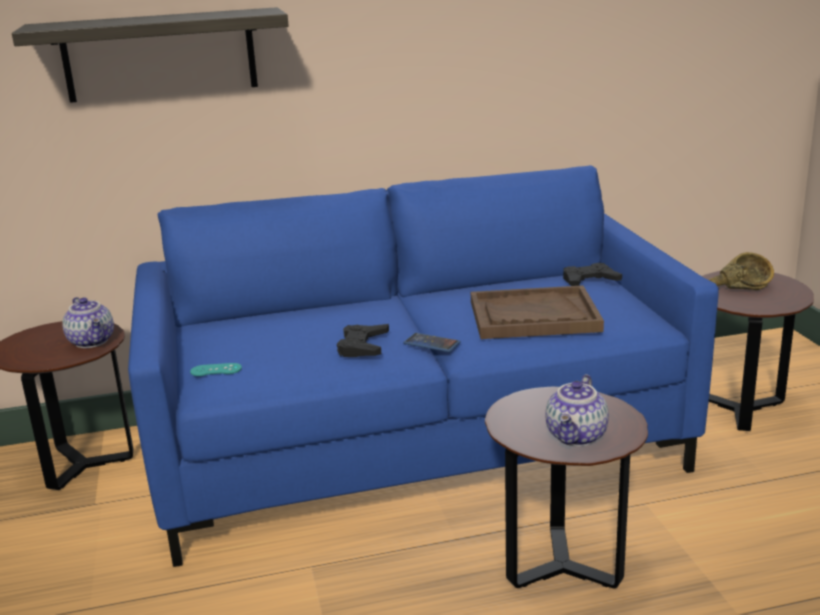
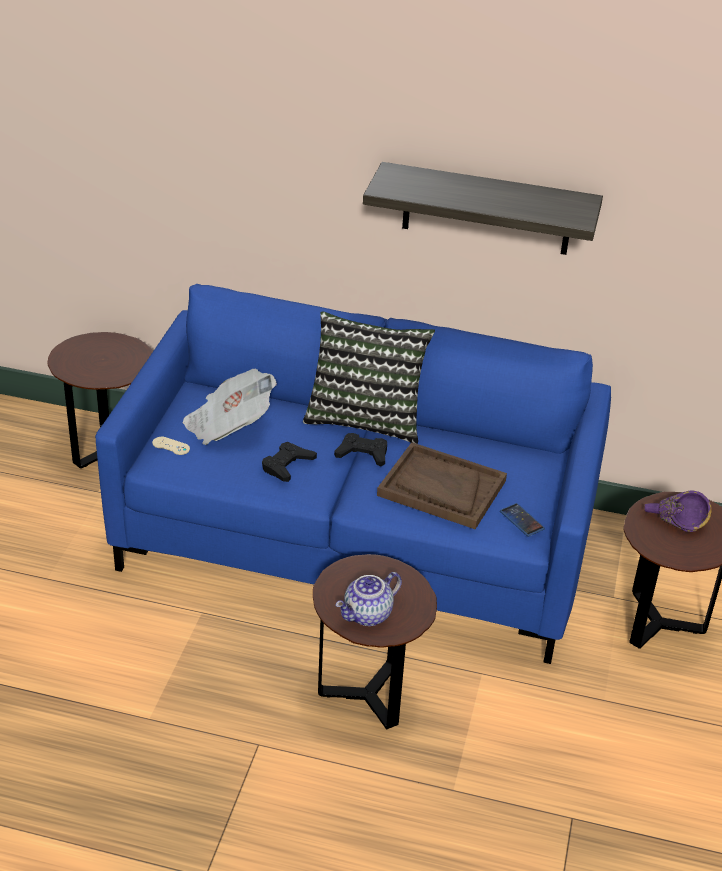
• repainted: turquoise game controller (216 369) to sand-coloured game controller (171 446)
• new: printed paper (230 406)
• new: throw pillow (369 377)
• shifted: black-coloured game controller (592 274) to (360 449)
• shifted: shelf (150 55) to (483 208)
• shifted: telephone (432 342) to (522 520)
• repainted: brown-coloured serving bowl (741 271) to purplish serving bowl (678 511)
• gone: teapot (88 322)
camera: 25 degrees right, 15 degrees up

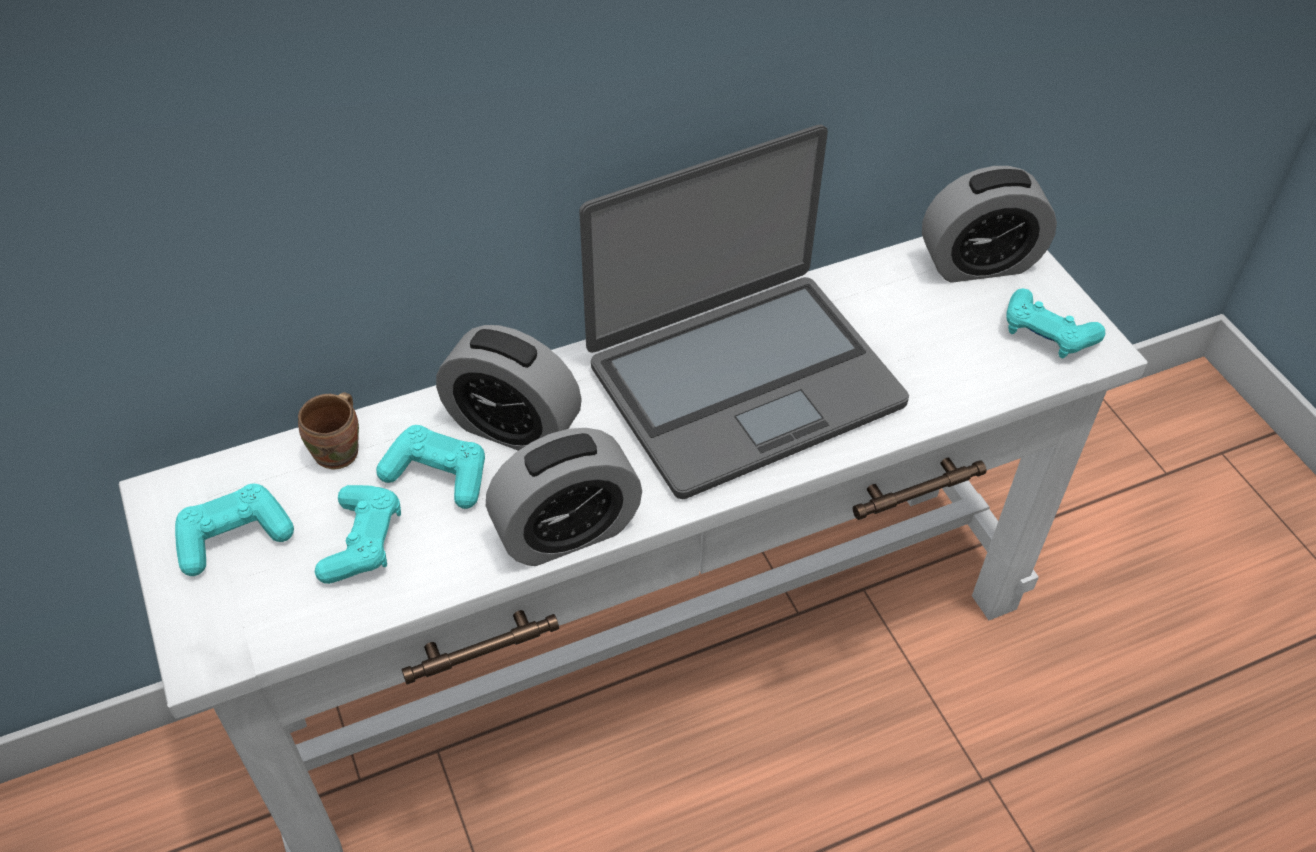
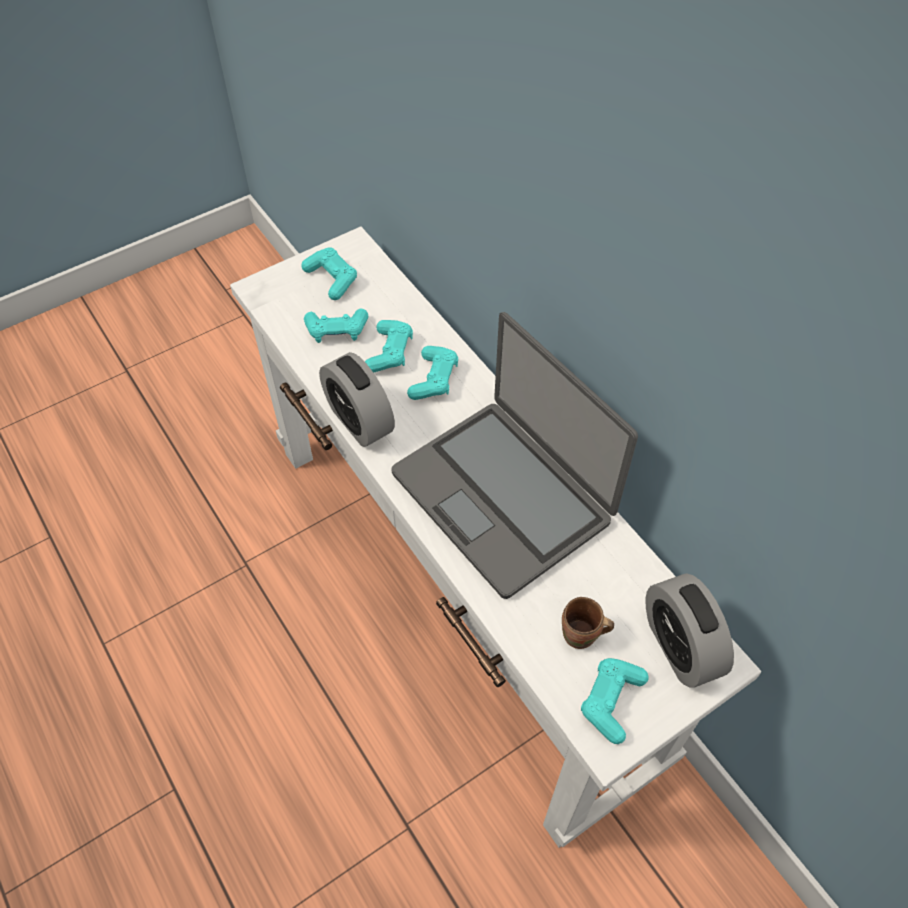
• swapped: table clock (509 388) to turquoise game controller (432 373)
• shifted: brown-coloured tea mug (328 430) to (588 623)
camera: 80 degrees right, 5 degrees up

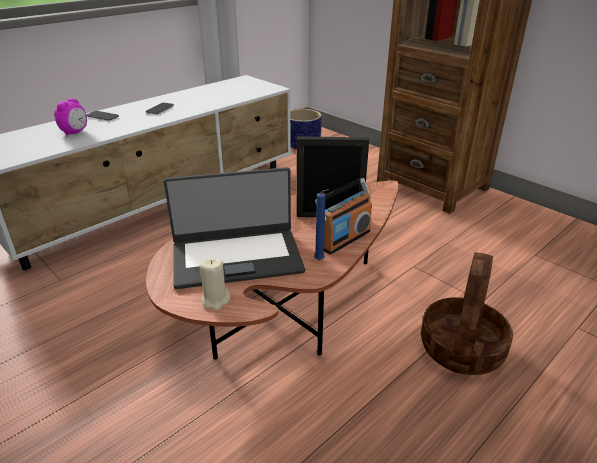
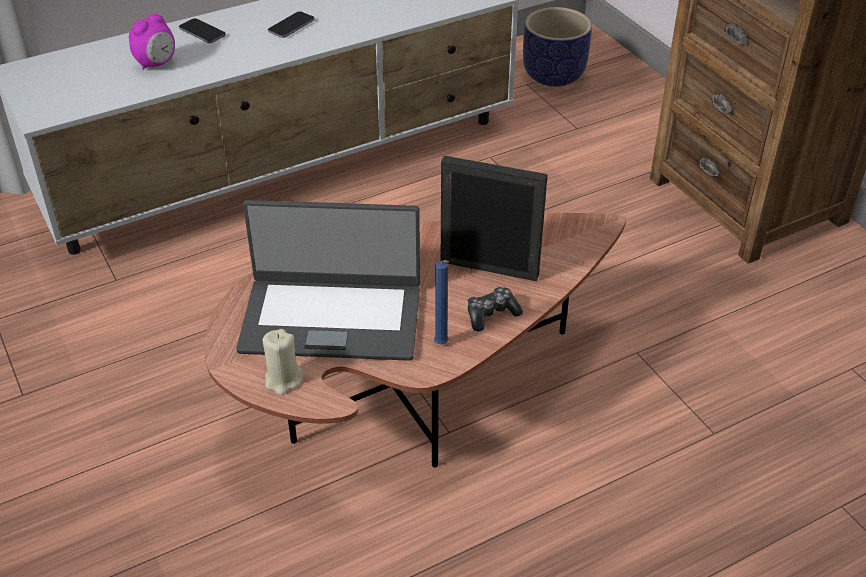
• swapped: radio (343 216) to game controller (495 309)
• gone: household basket (467 313)
camera: 15 degrees right, 10 degrees up

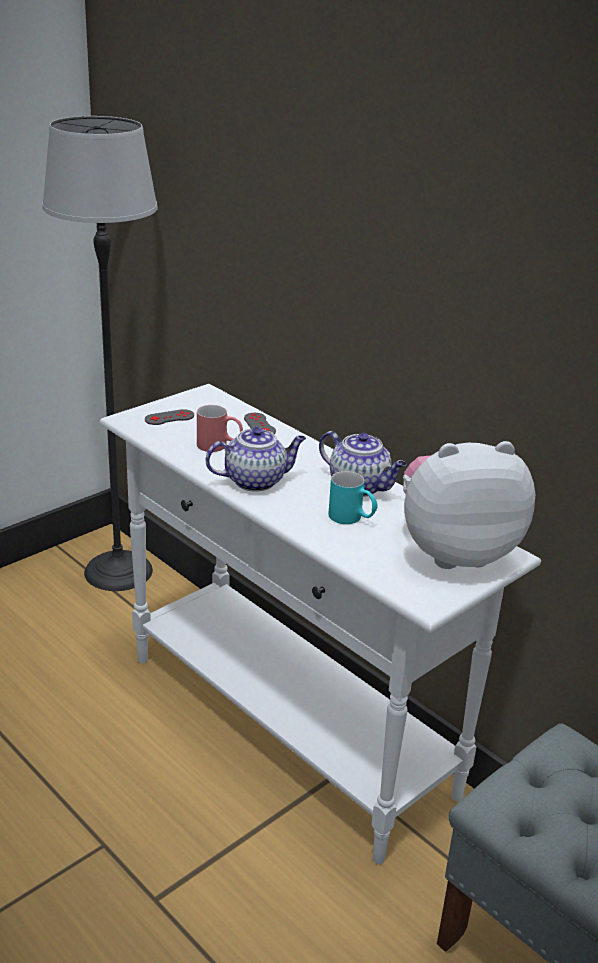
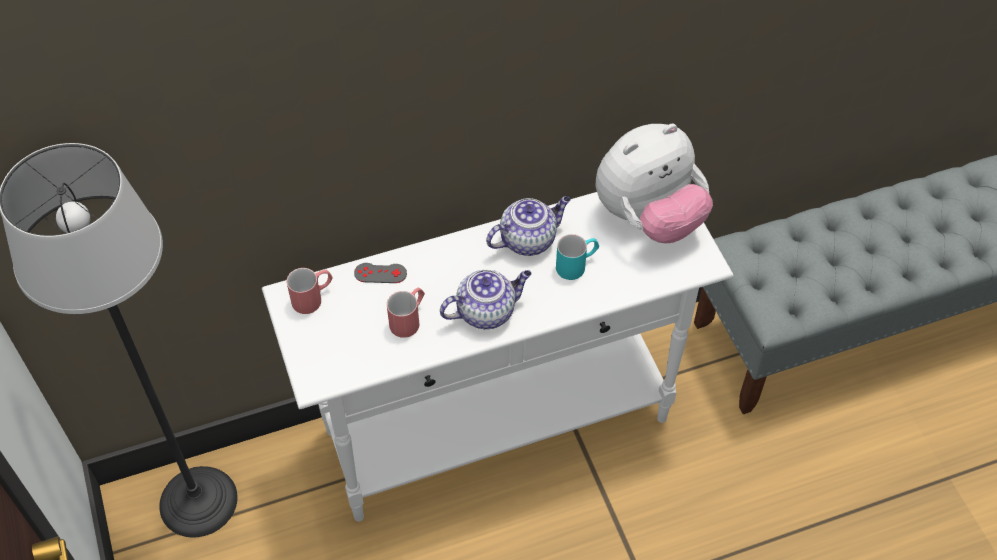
• new: red-coloured tea mug (309 291)
• rotated: teapot (256 459) = (485 299) 60 degrees clockwise
• rotated: soft toy (469 505) = (654 183) 135 degrees counterclockwise
• gone: gray game controller (169 417)
camera: 65 degrees left, 25 degrees up

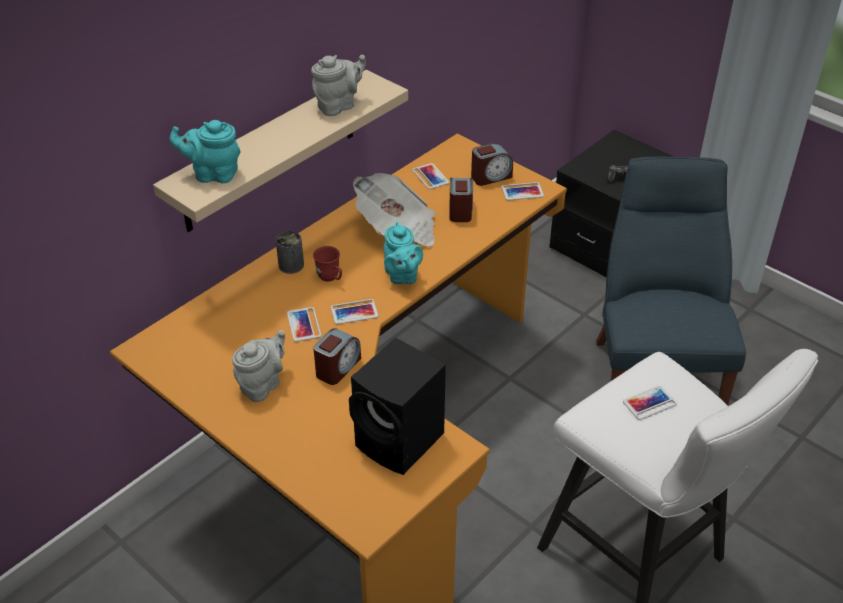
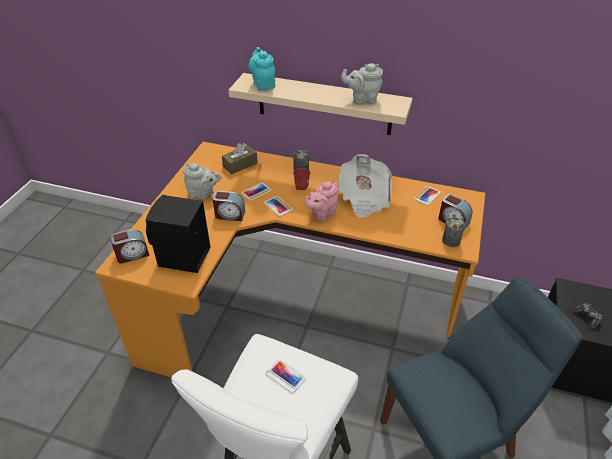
• shifted: table clock (461 200) to (129 246)
• new: brown-coloured box of tissues (240 158)
• repainted: turquoise teapot (403 253) to pink-coloured teapot (321 200)
• rotated: gray teapot (338 85) = (362 84) 150 degrees clockwise
• swapped: telephone (523 191) to metal can (453 232)
camera: 65 degrees right, 0 degrees up

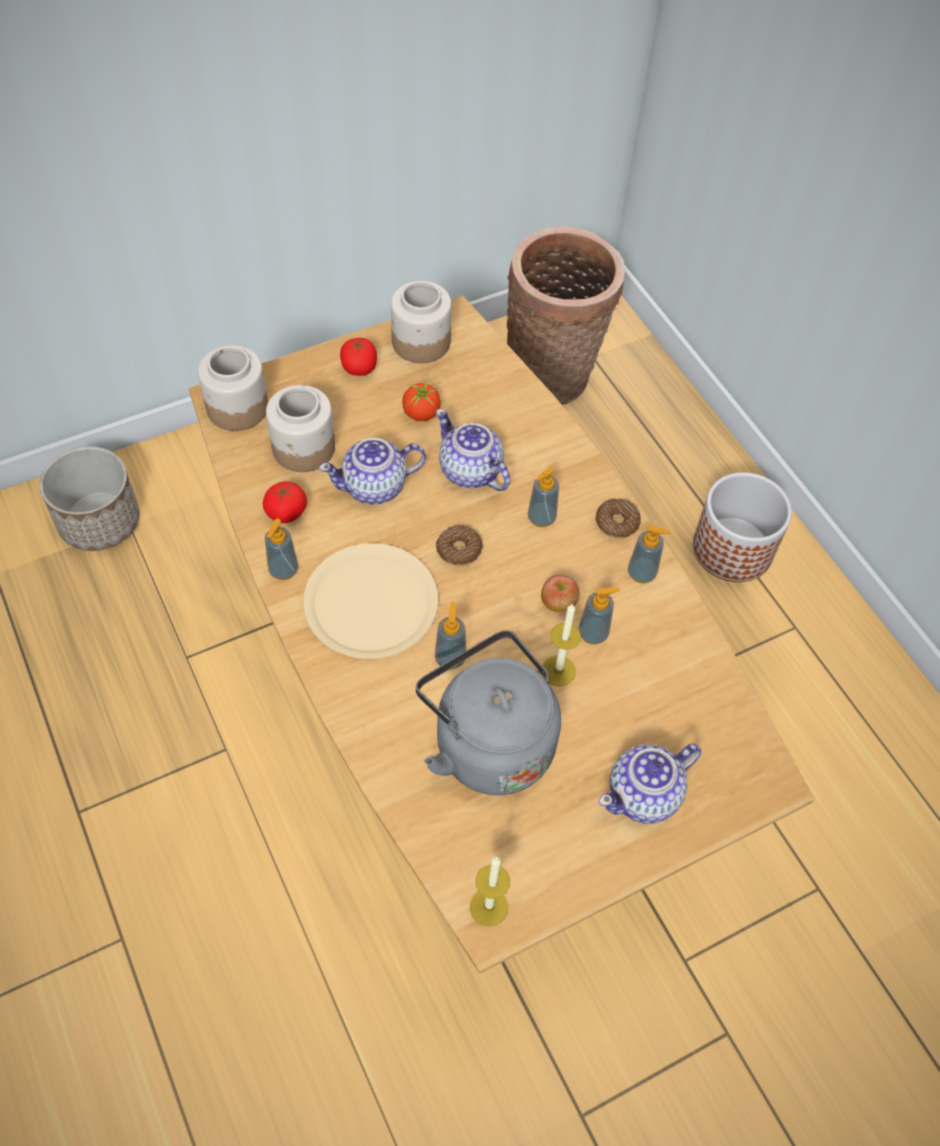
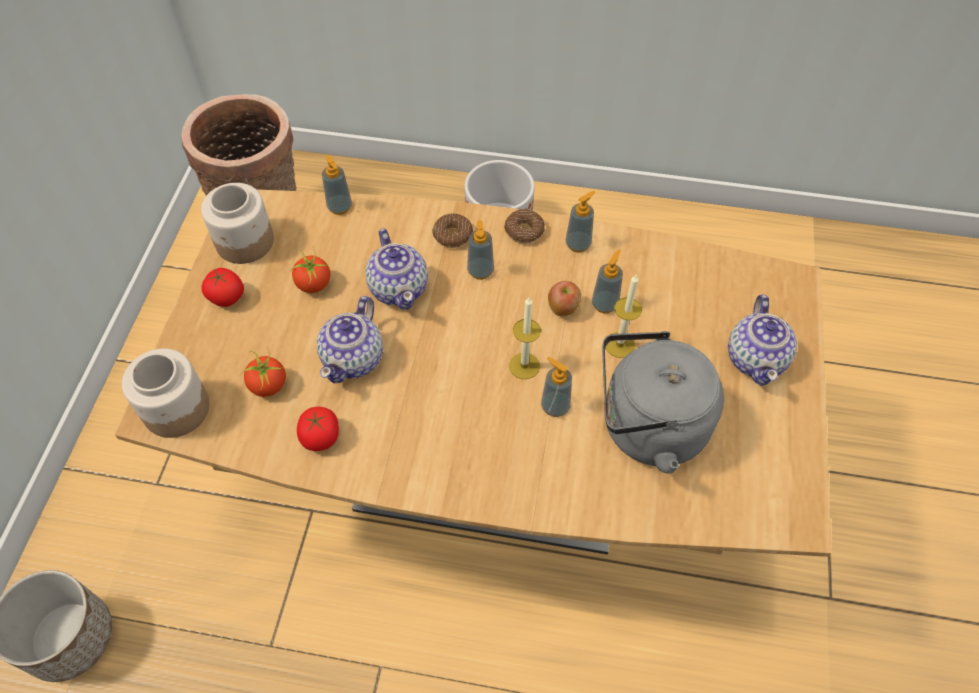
• swapped: preserve jar (300 428) to fresh tomato (264 373)
• shifted: liquid soap bottle (281 549) to (337 185)
• rotated: teapot (473 450) = (396 269) 105 degrees counterclockwise
• shifted: ring doughnut (459 545) to (452 230)
• shifted: wax candle (490 892) to (525 338)
• gone: sand-coloured dinner plate (371 601)
camera: 50 degrees left, 0 degrees up

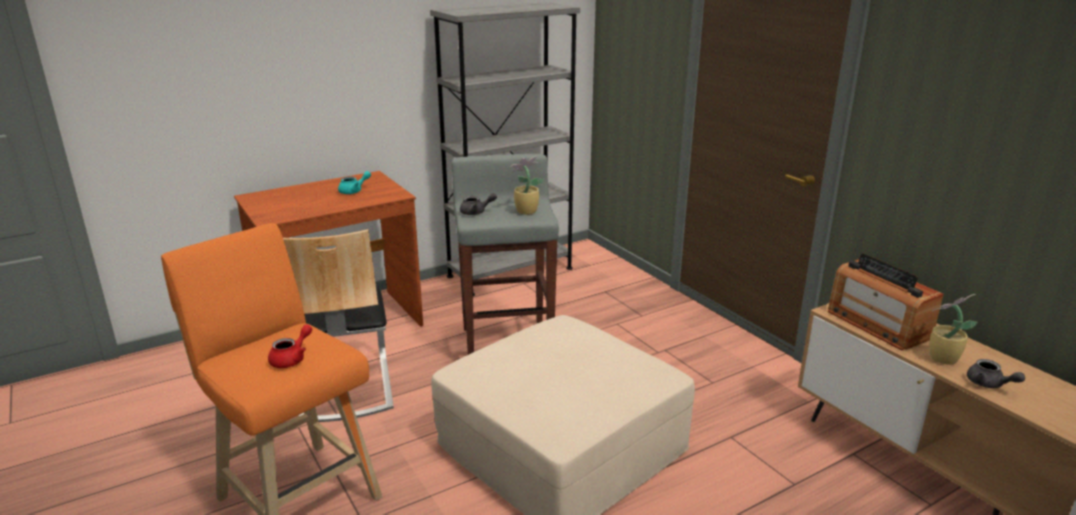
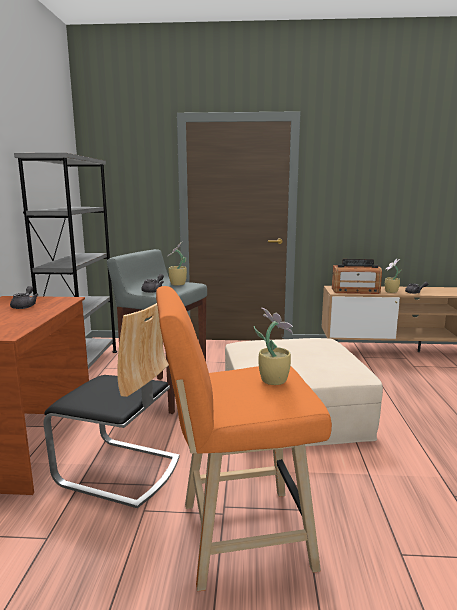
• repainted: turquoise teapot (354 182) to gray teapot (24 297)
• swapped: red-coloured teapot (290 346) to houseplant (273 346)
camera: 55 degrees left, 10 degrees down

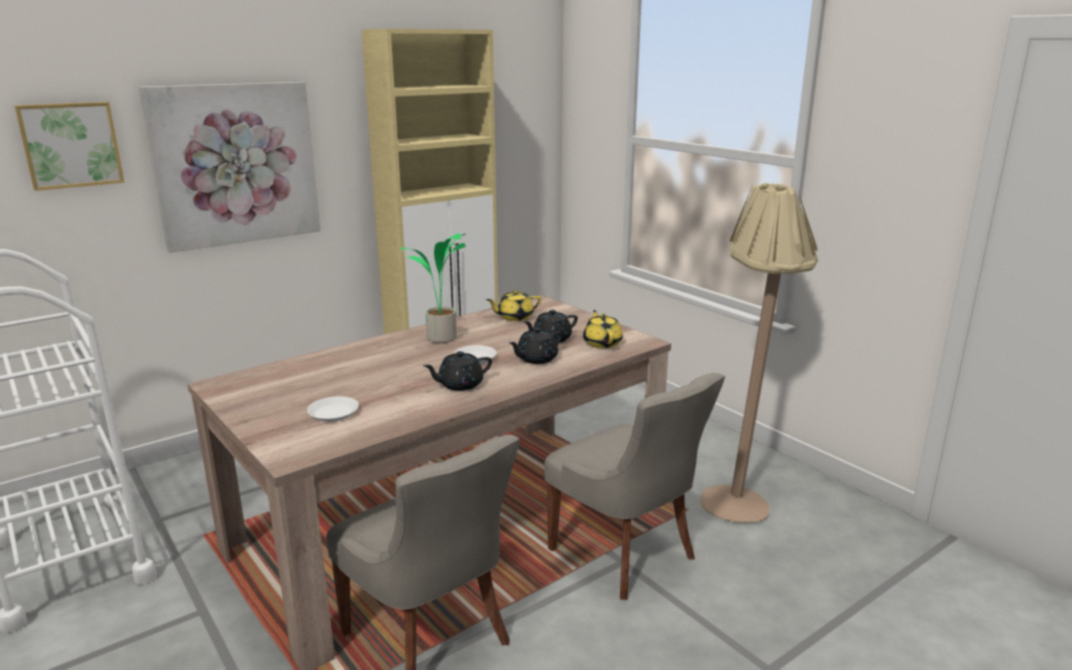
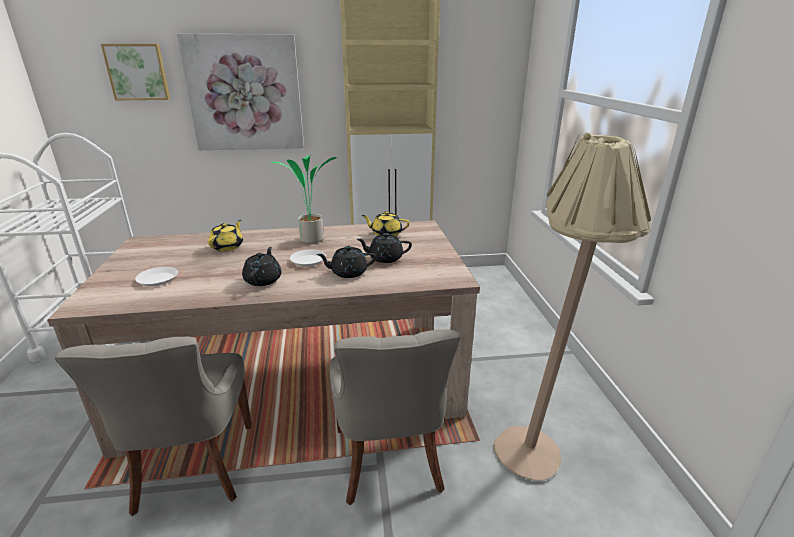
• shifted: yellow teapot (603 329) to (225 235)
• rotated: black-coloured teapot (457 371) = (261 266) 90 degrees clockwise
camera: 30 degrees right, 5 degrees up

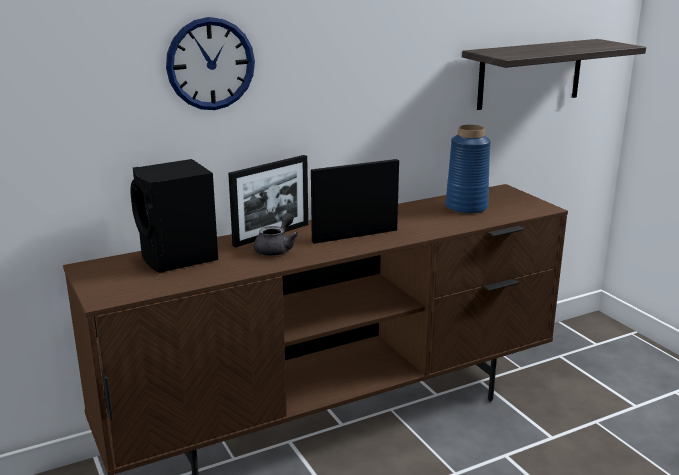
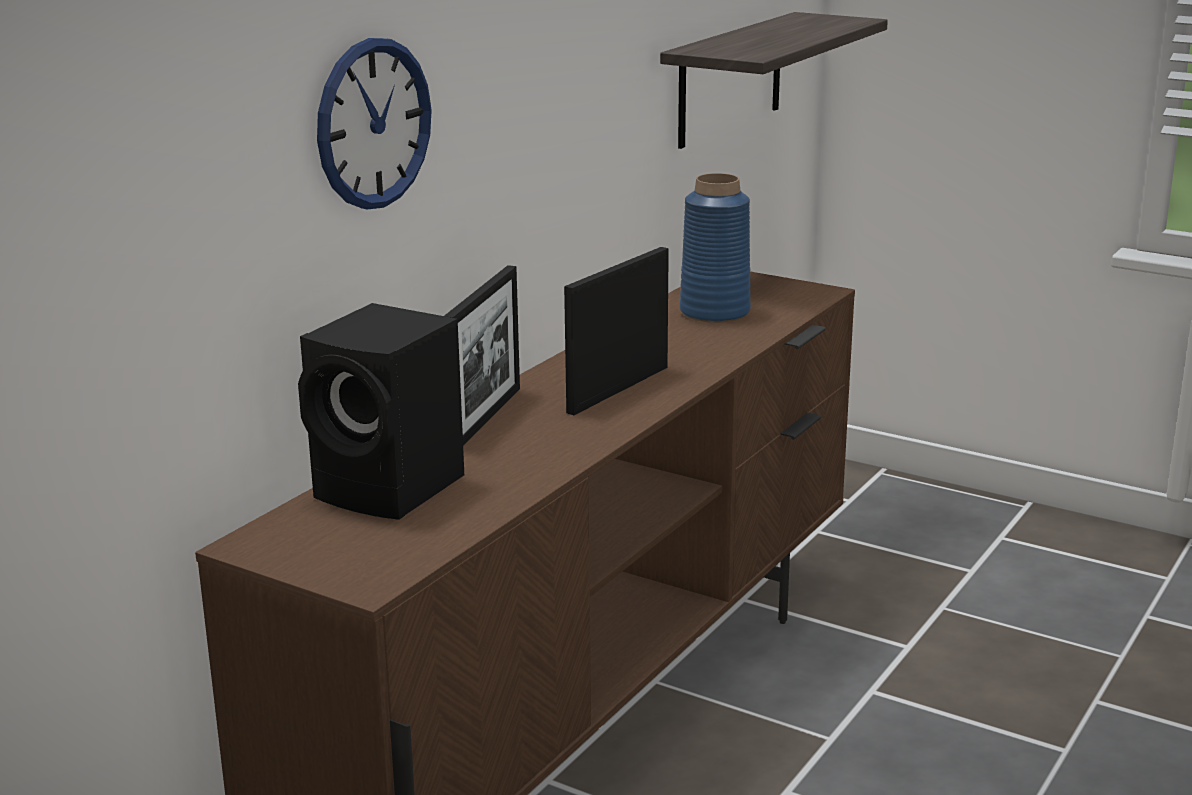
• gone: gray teapot (276 234)
camera: 30 degrees left, 0 degrees up

